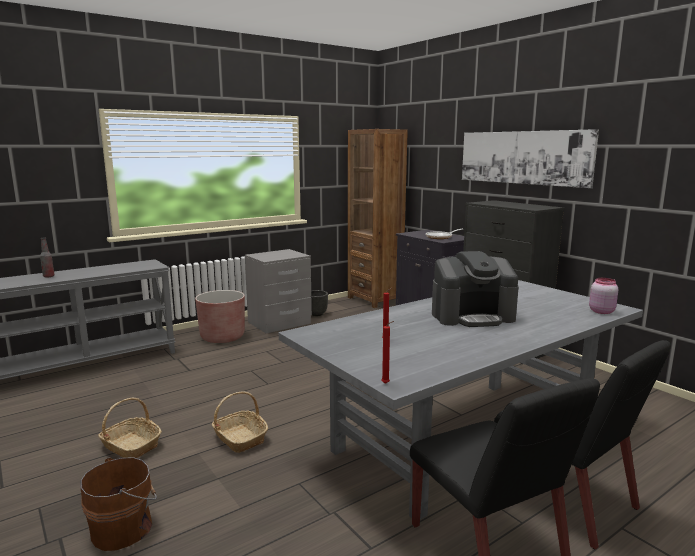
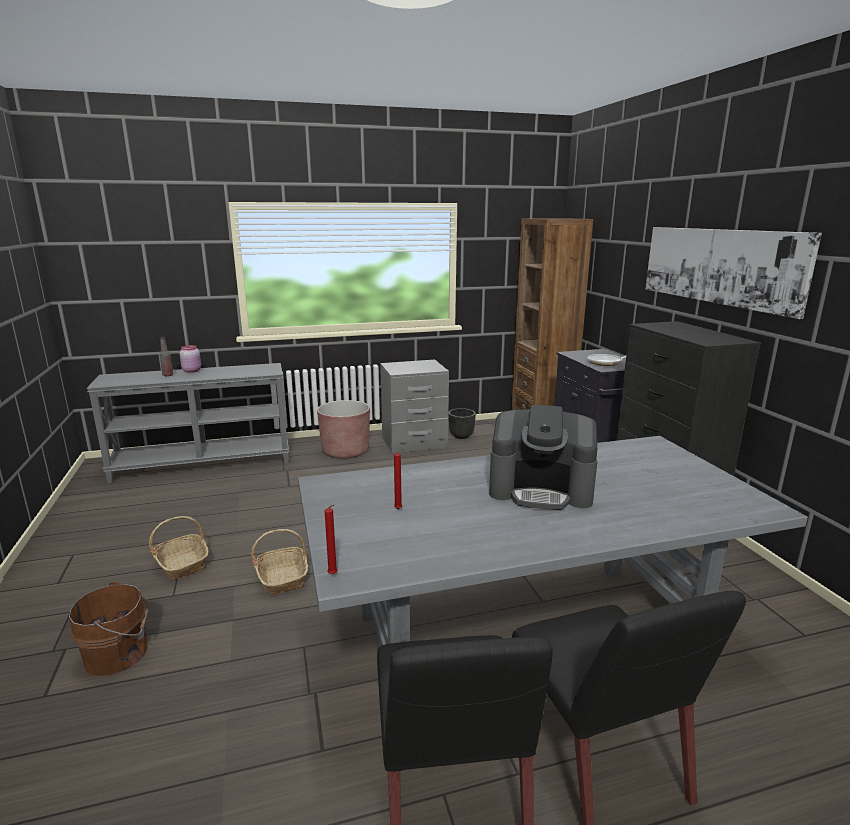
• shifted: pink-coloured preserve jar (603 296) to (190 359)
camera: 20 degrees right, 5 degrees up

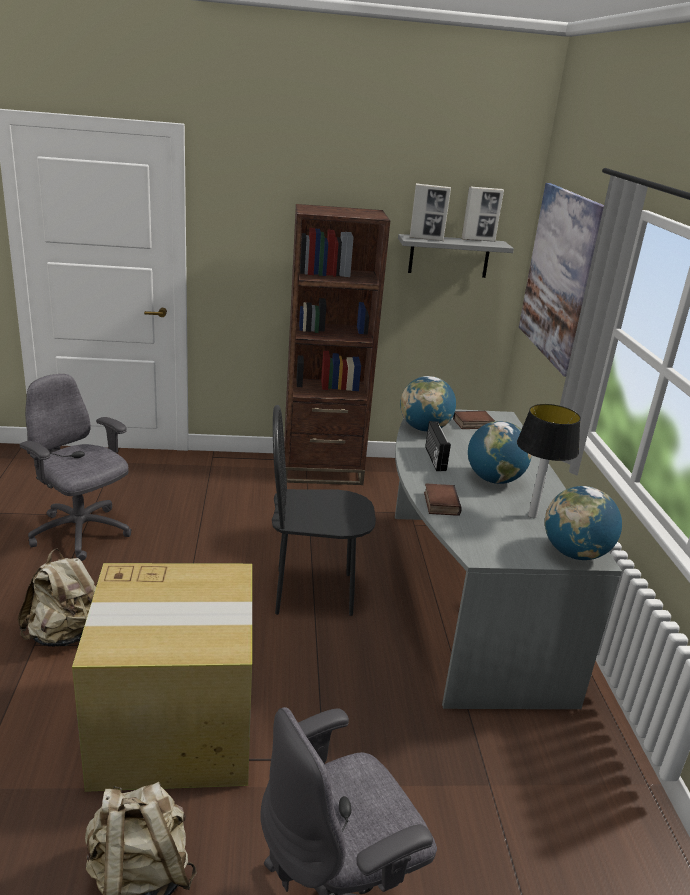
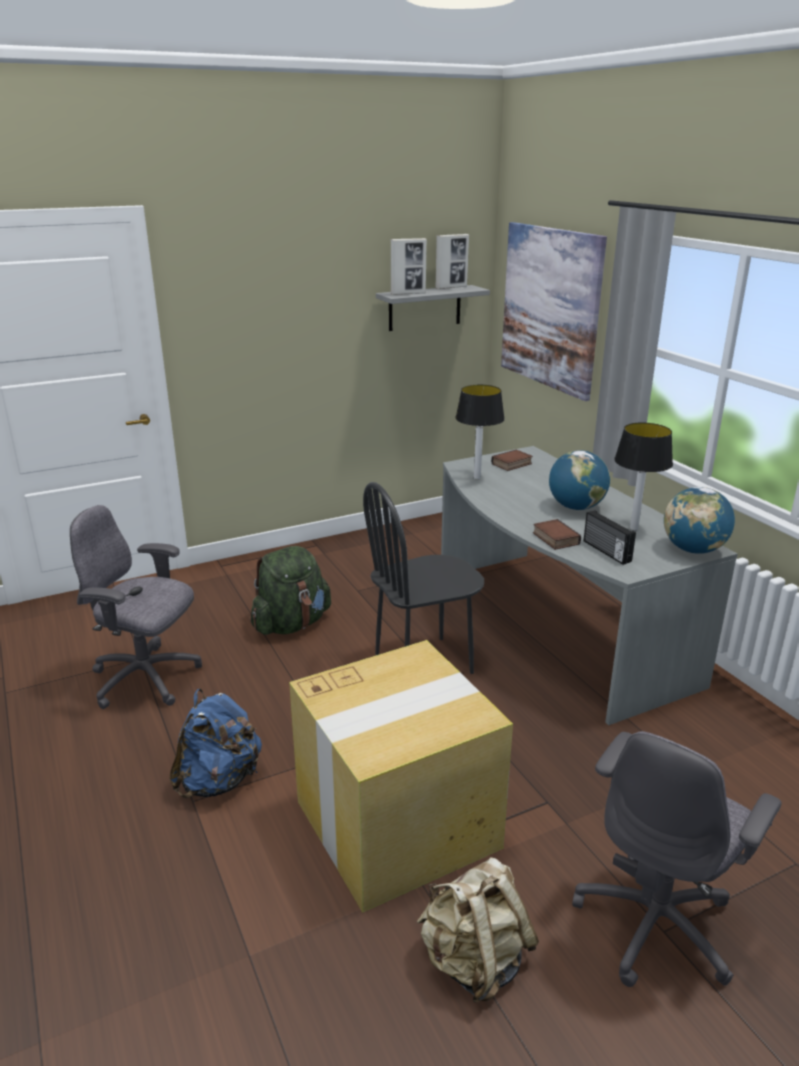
• repainted: sand-coloured backpack (57 597) to blue backpack (215 743)
• new: green-coloured backpack (291 590)
• swapped: desk globe (428 404) to lamp for a table (480 432)
• shifted: radio (438 446) to (610 537)
• gone: brown-coloured bookcase (337 344)
camera: 20 degrees left, 0 degrees up

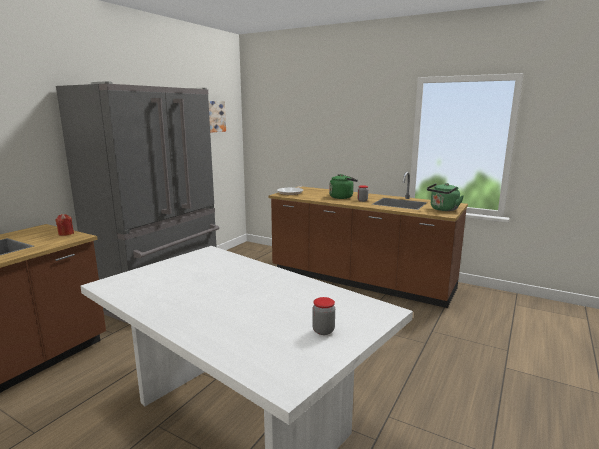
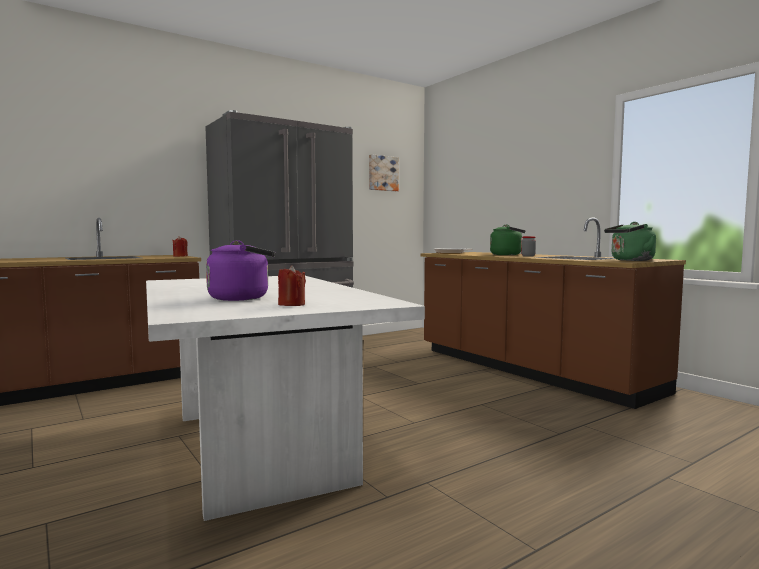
• new: purplish kettle (241 270)
• swapped: preserve jar (323 316) to red-coloured wax candle (292 285)
camera: 25 degrees right, 10 degrees down

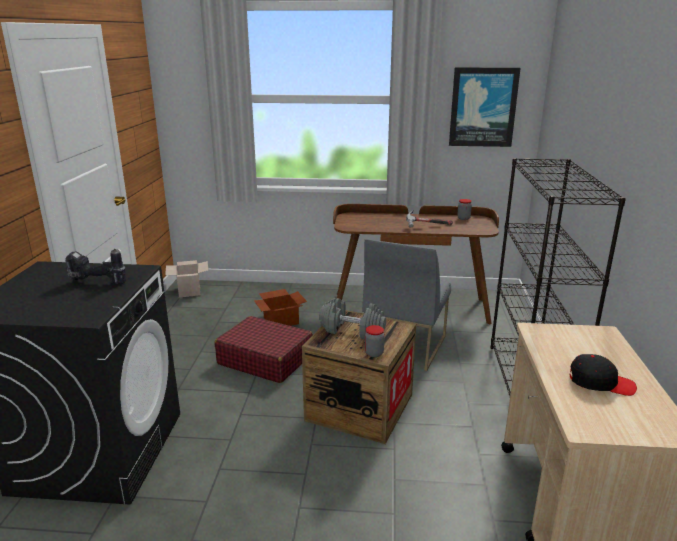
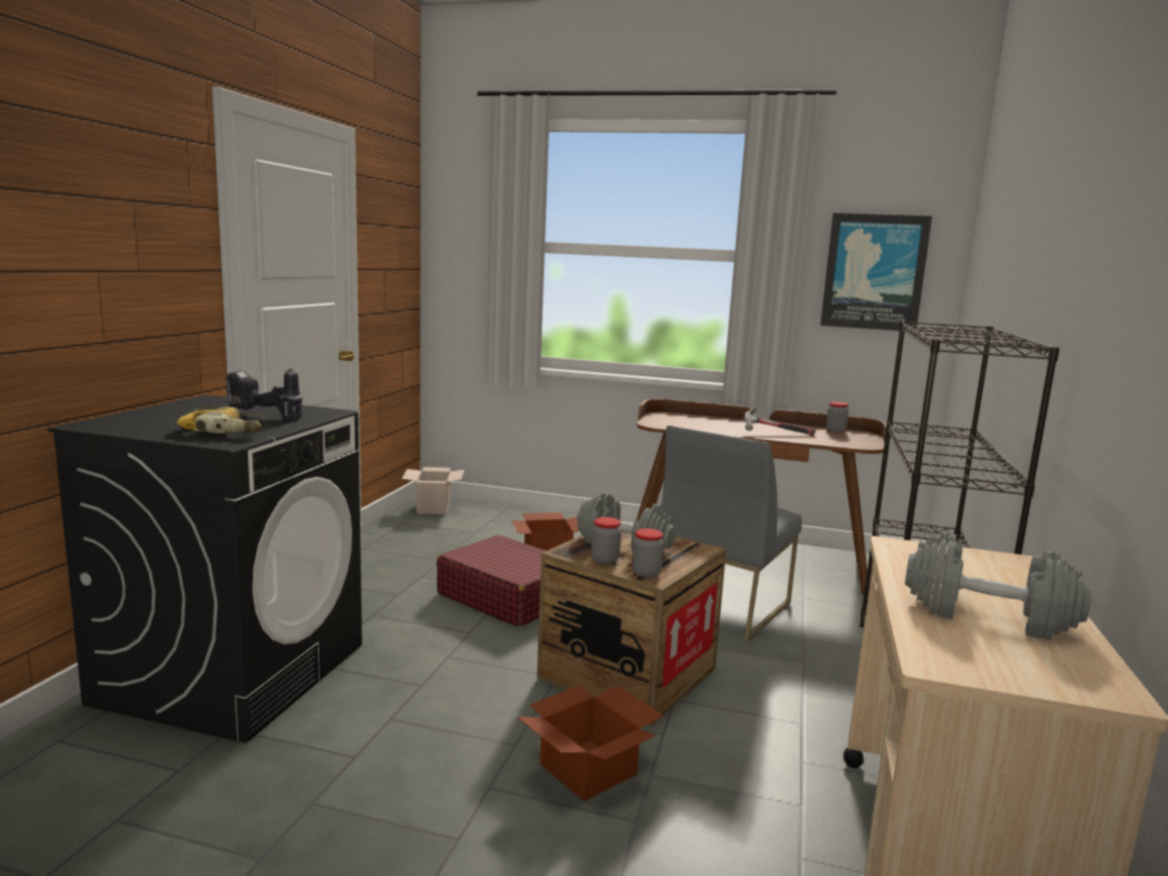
• new: power drill (221 419)
• new: carton (590 743)
• new: preserve jar (606 540)
• swapped: black-coloured peaked cap (603 375) to gray free weight (998 586)
camera: 10 degrees right, 10 degrees down

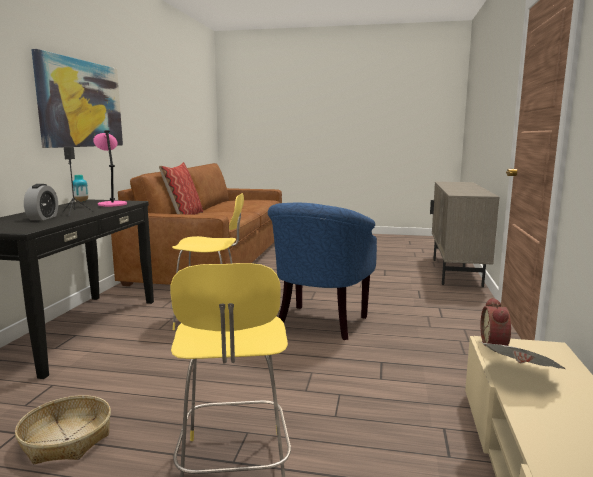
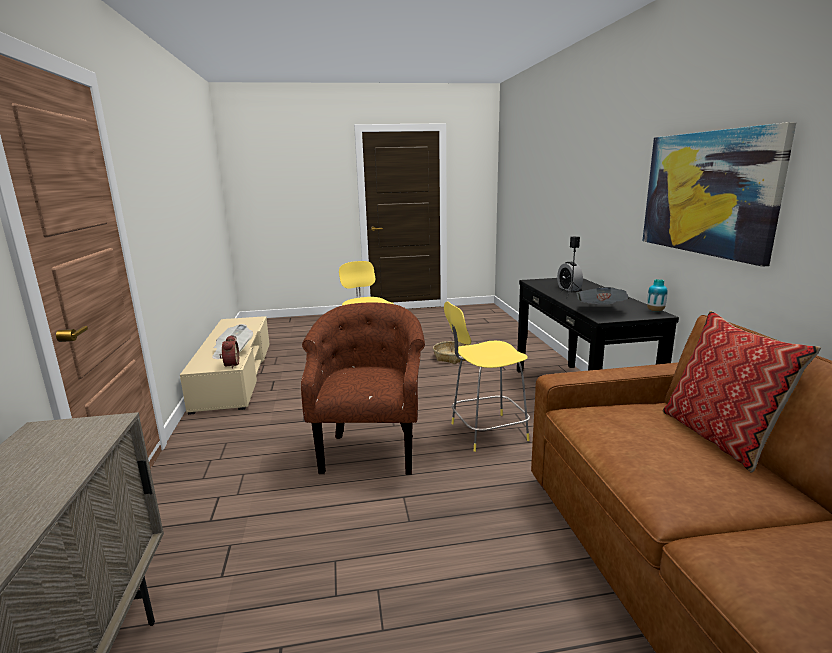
• repainted: blue lounge chair (322 271) to brown-coloured lounge chair (363 388)
• swapped: pink-coloured lamp for a table (110 168) to printed paper (602 296)
camera: 160 degrees right, 5 degrees up

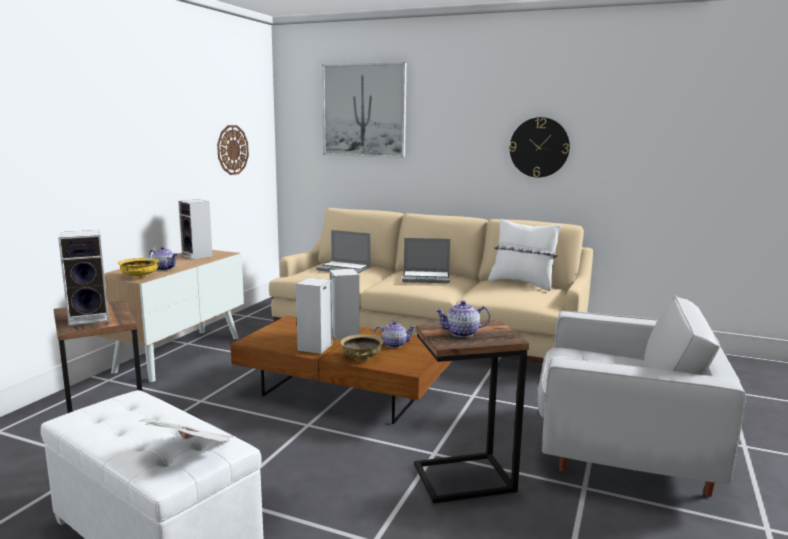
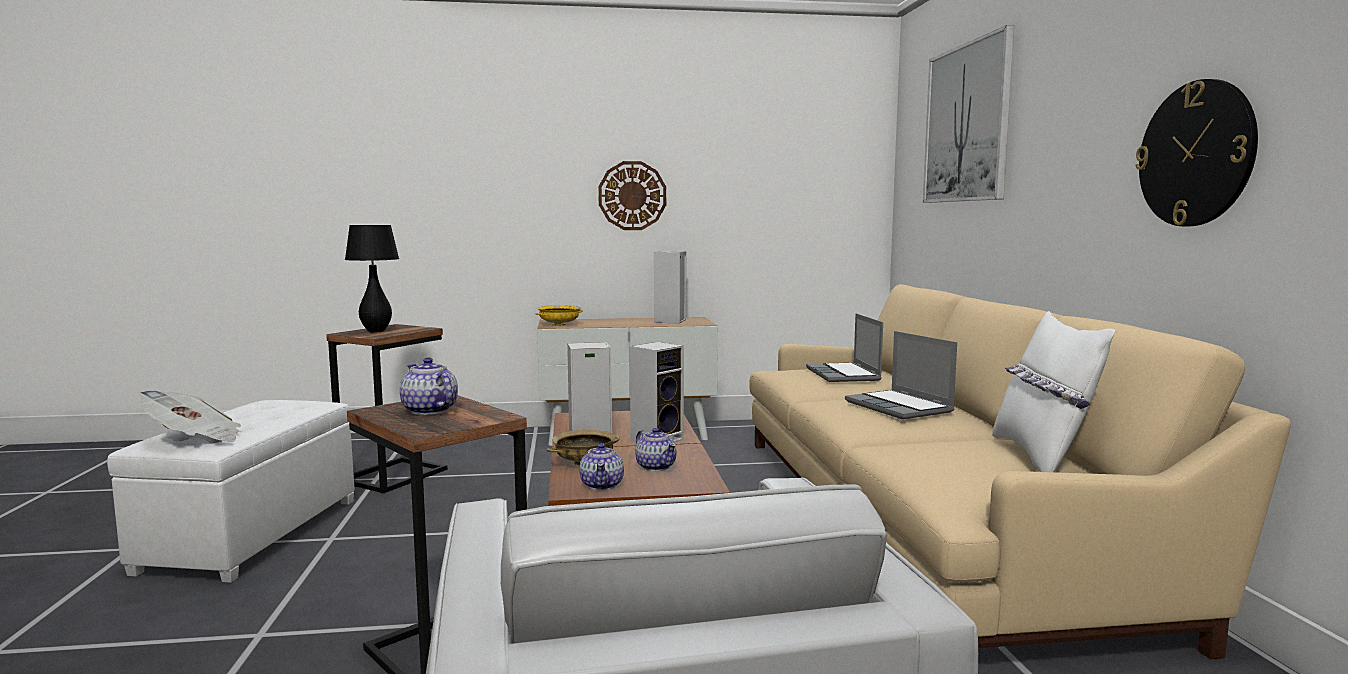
• swapped: loudspeaker (83 278) to black-coloured lamp for a table (372 279)
• shifted: teapot (163 259) to (601 466)
• shifted: hanging clock (233 150) to (632 195)
camera: 60 degrees right, 5 degrees down

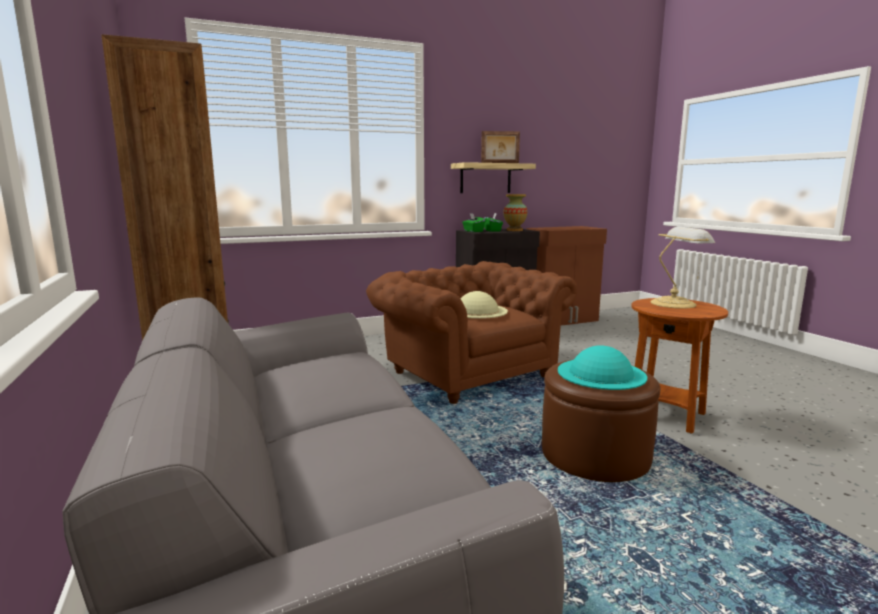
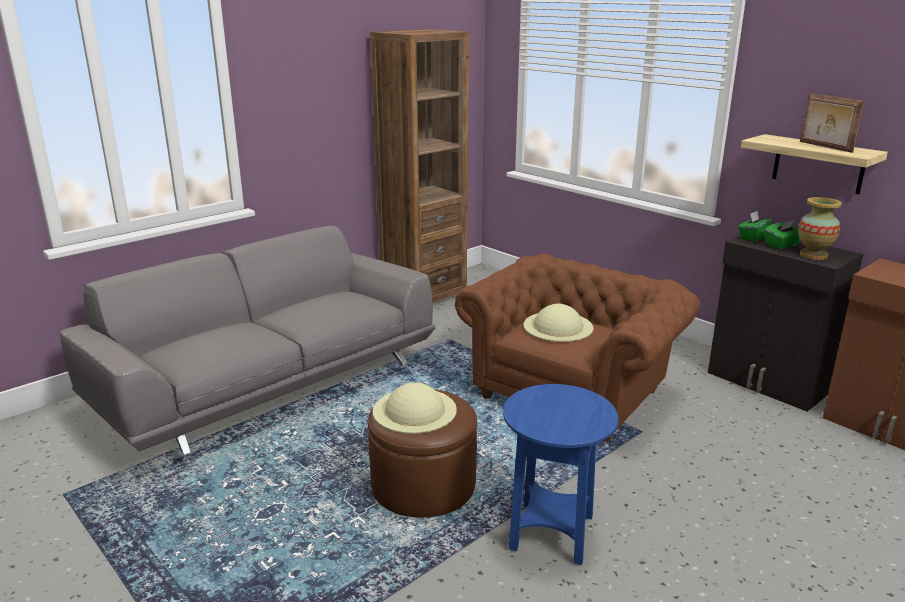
• repainted: turquoise wearable hat (602 368) to sand-coloured wearable hat (415 408)
• repainted: brown-coloured end table (679 366) to blue end table (560 474)
• gone: lamp for a table (683 268)
camera: 70 degrees right, 10 degrees up

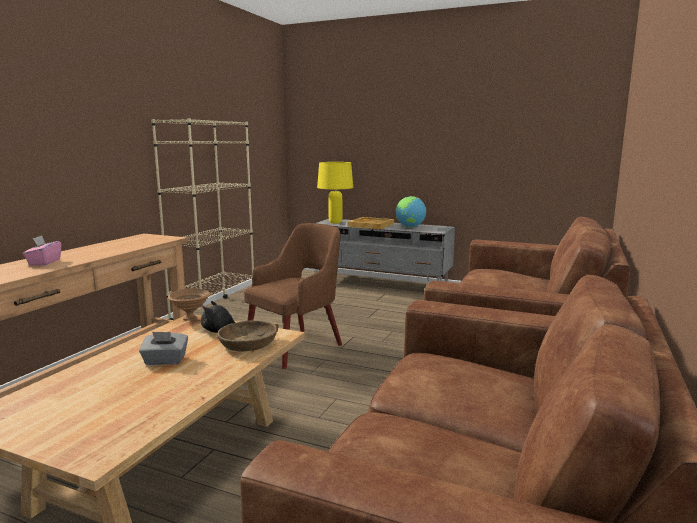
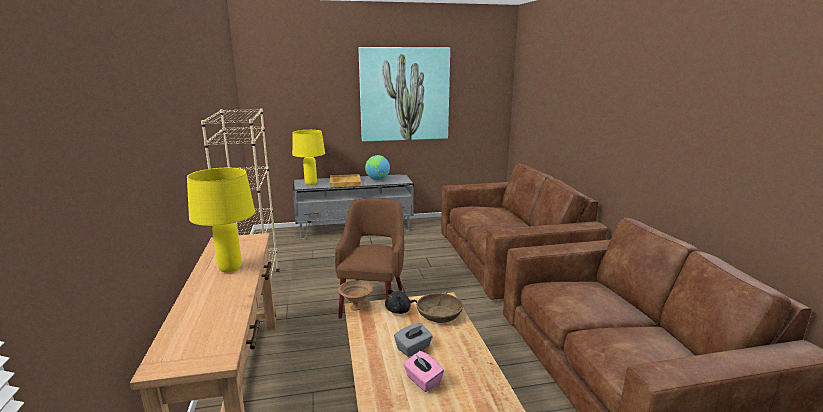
• new: yellow lamp for a table (221 220)
• new: picture (404 94)
• shifted: pink-coloured box of tissues (42 250) to (423 371)
camera: 35 degrees left, 5 degrees up

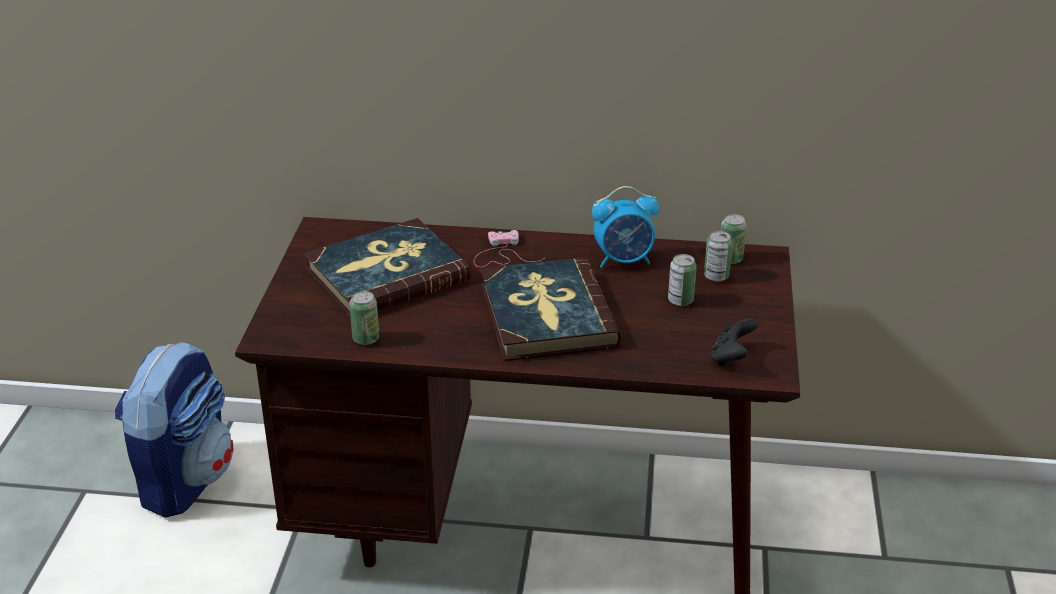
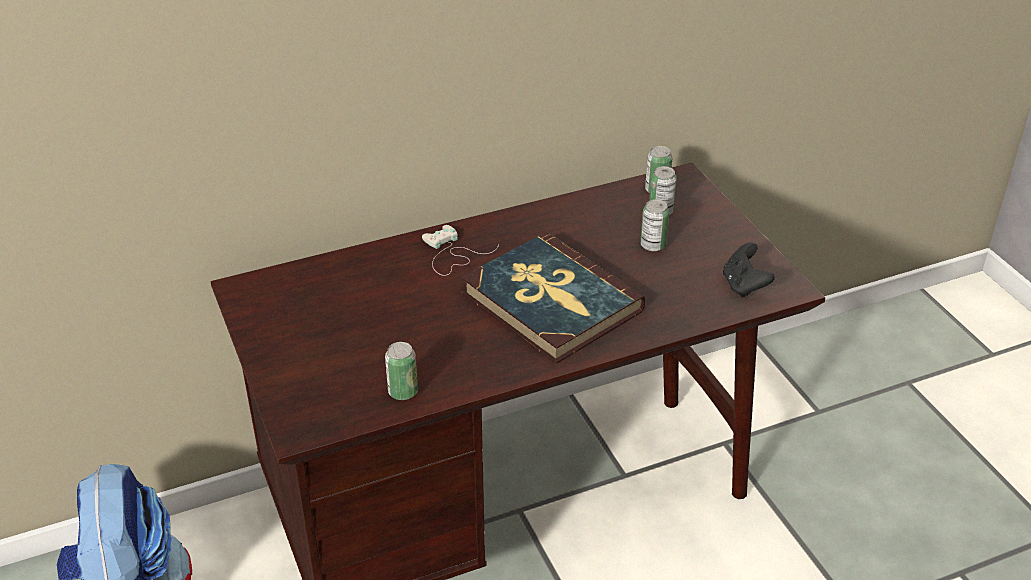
• repainted: pink-coloured game controller (509 248) to white game controller (460 250)
• gone: book (387 268)
• gone: table clock (625 227)
camera: 30 degrees left, 5 degrees up

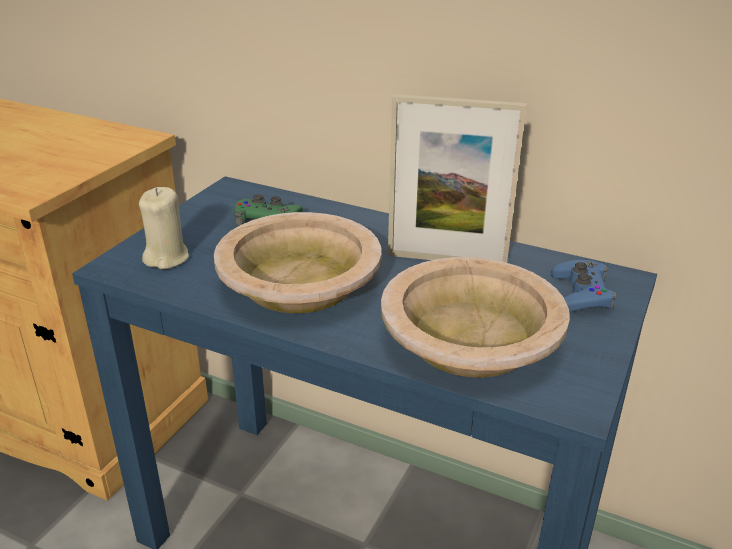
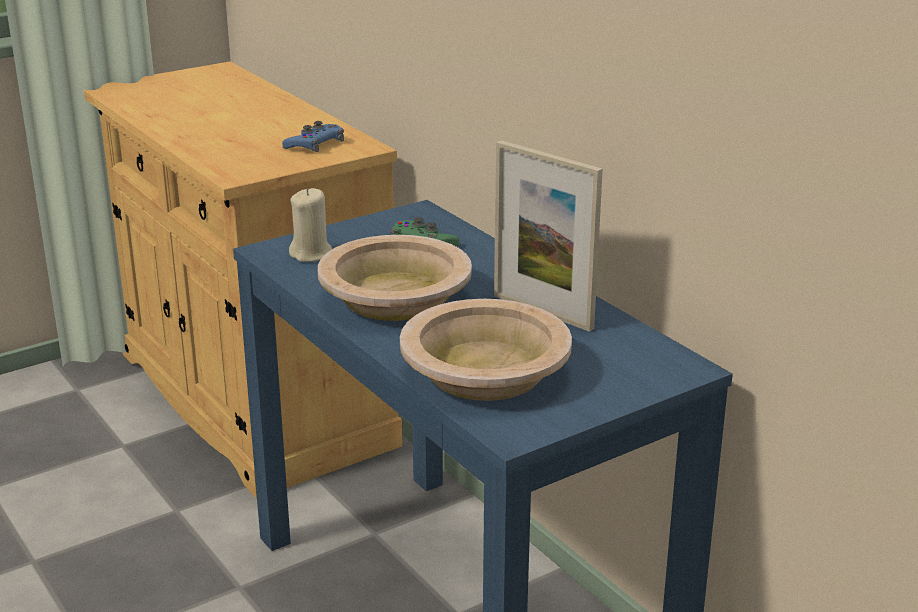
• shifted: blue game controller (584 286) to (313 136)
camera: 30 degrees right, 5 degrees down

